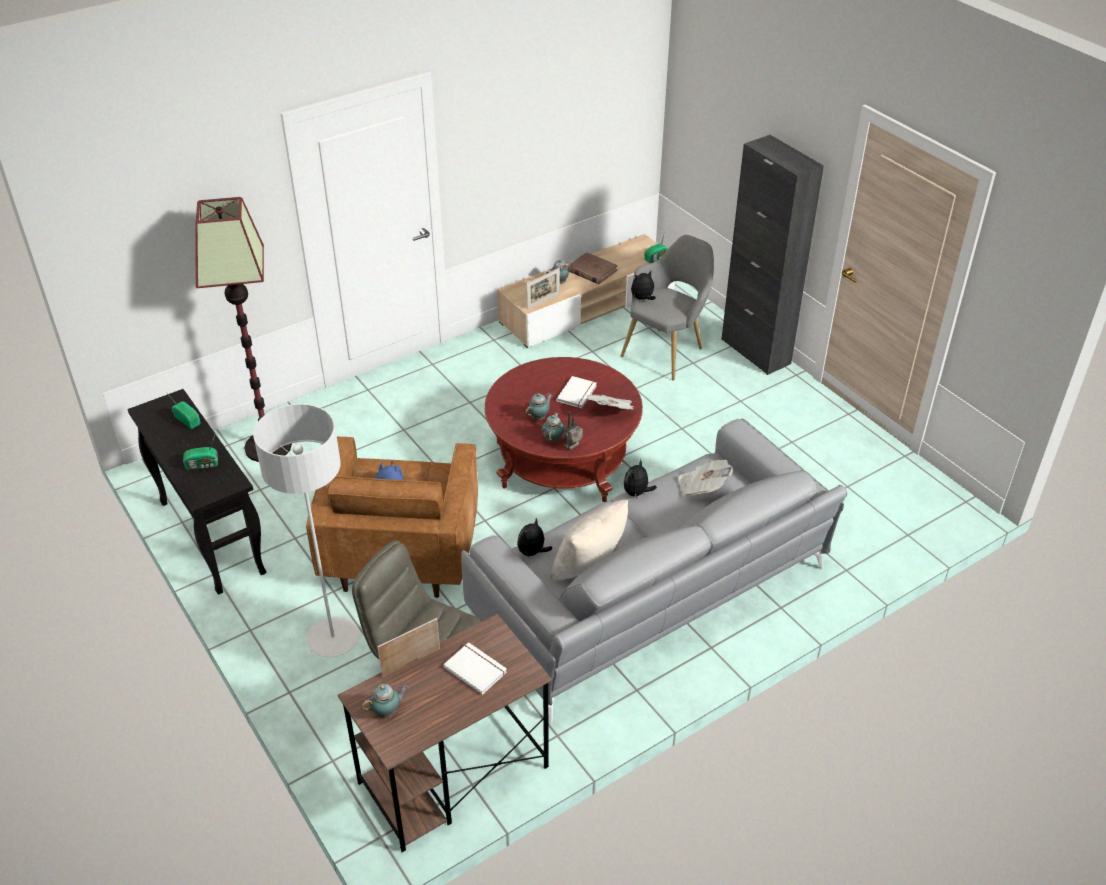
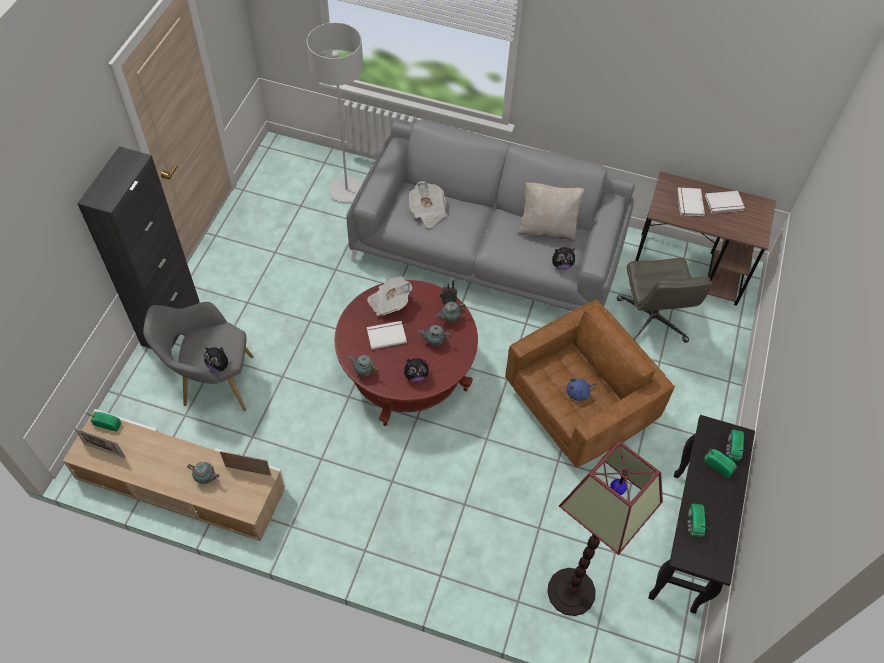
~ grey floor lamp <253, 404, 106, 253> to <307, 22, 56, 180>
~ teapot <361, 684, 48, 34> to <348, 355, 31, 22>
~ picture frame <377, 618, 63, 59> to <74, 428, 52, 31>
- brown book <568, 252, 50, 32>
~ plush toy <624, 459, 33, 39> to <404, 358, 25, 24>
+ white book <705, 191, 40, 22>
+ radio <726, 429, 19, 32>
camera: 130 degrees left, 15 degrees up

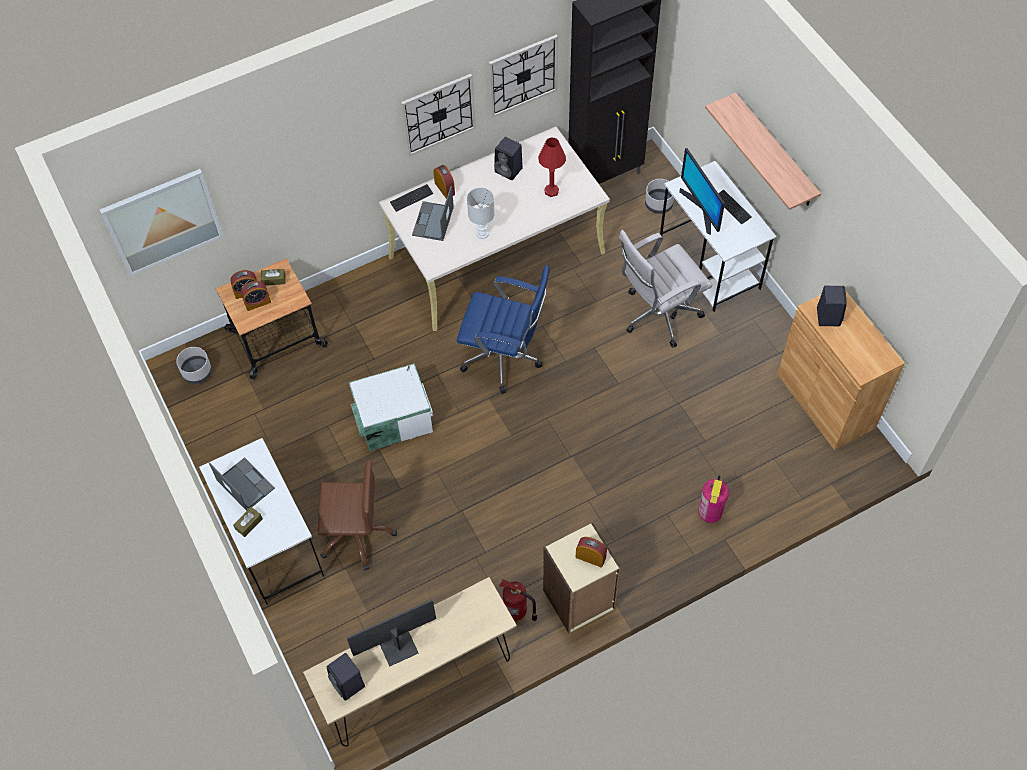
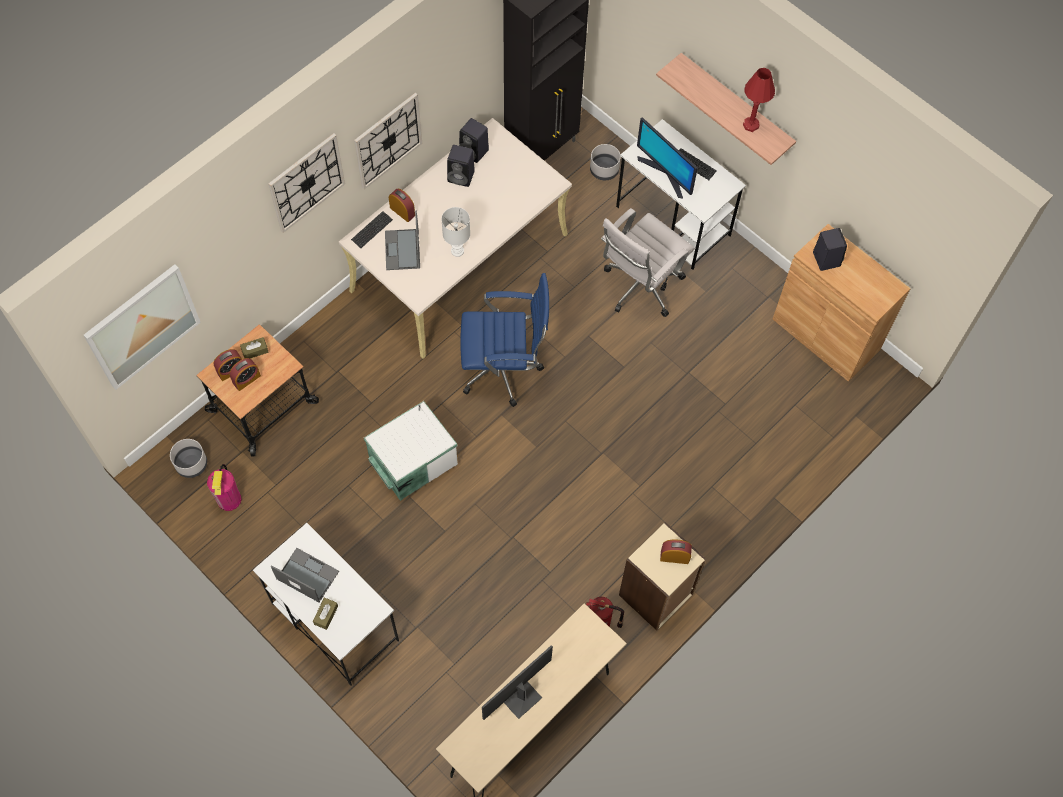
- brown office chair <318, 460, 79, 110>
~ black speaker <327, 653, 38, 48> to <459, 118, 30, 45>
~ wall clock <489, 35, 69, 83> to <268, 133, 77, 100>
~ red table lamp <538, 137, 28, 60> to <743, 68, 32, 64>
~ fire extinguisher <698, 475, 31, 48> to <207, 464, 35, 47>
camera: 20 degrees left, 5 degrees up

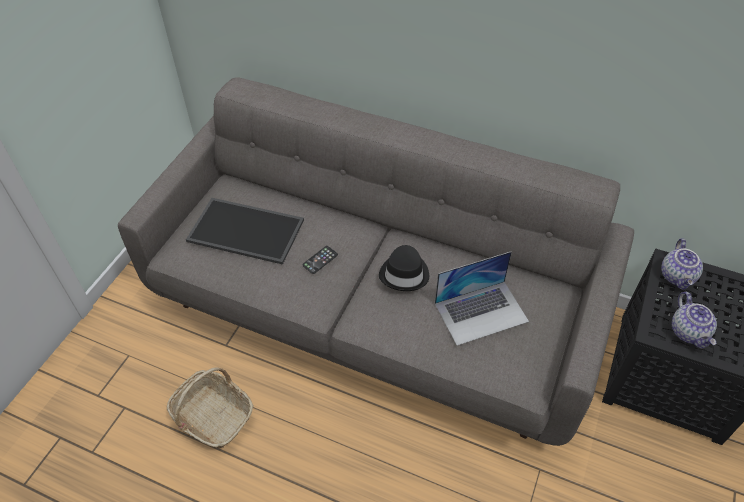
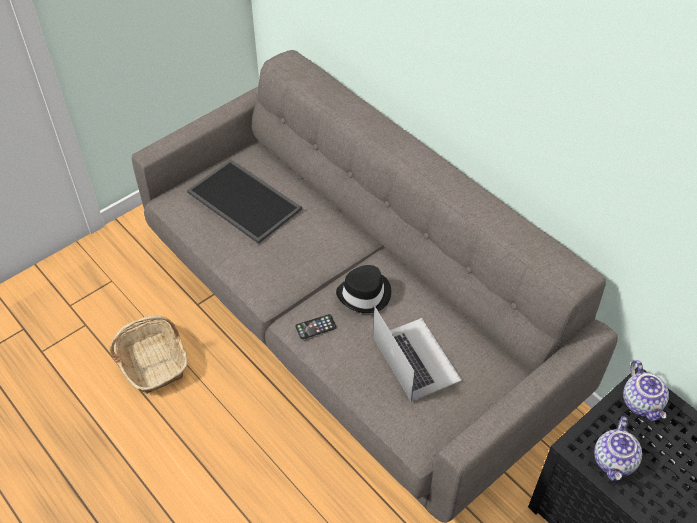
~ phone <302, 246, 36, 28> to <295, 314, 42, 25>
~ laptop <435, 251, 94, 95> = <373, 306, 89, 96> 120 degrees counterclockwise
~ teapot <661, 238, 42, 52> = <623, 360, 46, 61> 45 degrees counterclockwise
camera: 25 degrees right, 0 degrees up

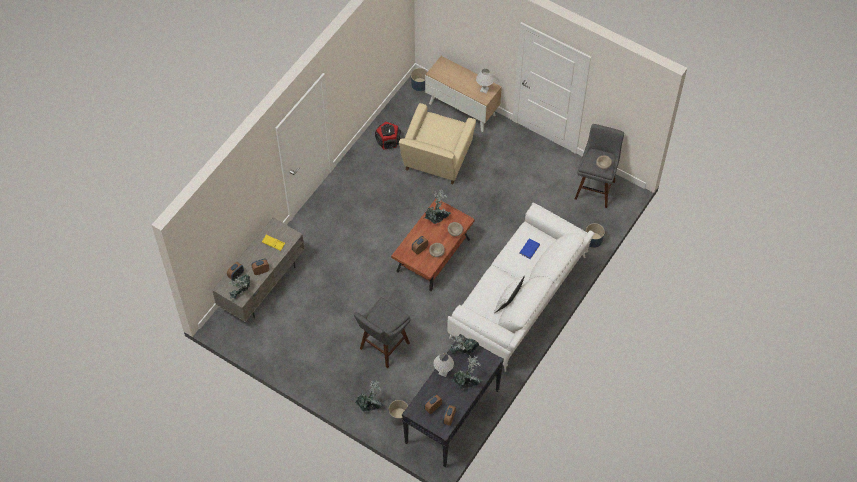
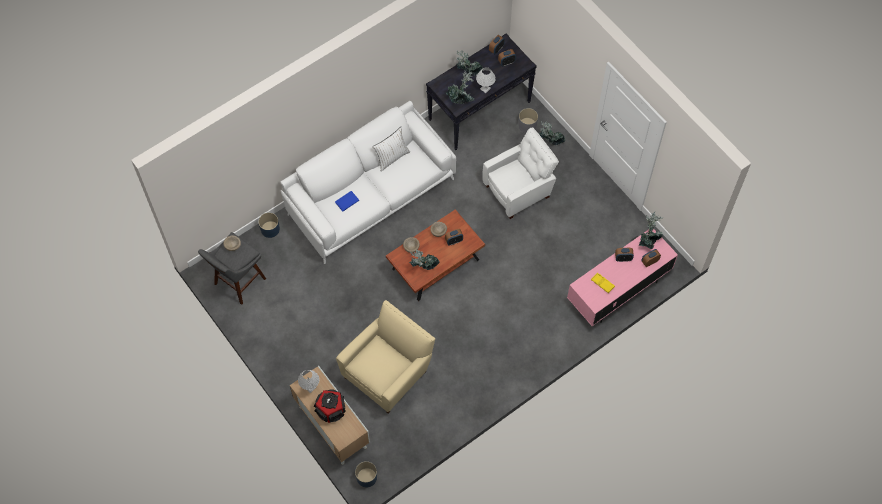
~ grey tv stand <212, 218, 93, 104> to pink tv stand <567, 229, 111, 97>
~ grey stool <354, 297, 57, 71> to white armchair <482, 127, 77, 92>
~ speaker <375, 121, 26, 29> to <314, 389, 32, 34>
camera: 160 degrees left, 5 degrees up

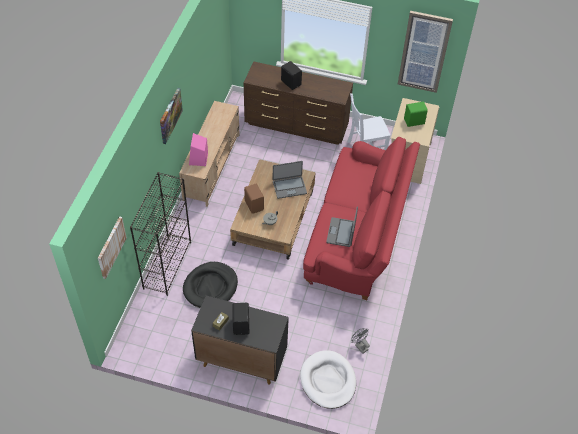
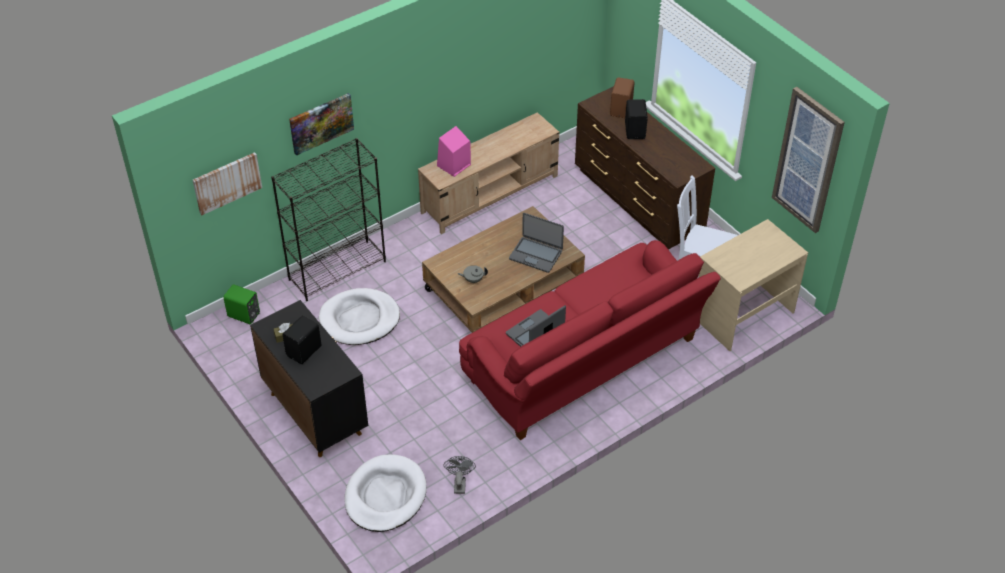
~ picture <160, 88, 23, 56> to <289, 93, 65, 63>
~ black dog bed <183, 262, 55, 46> to white dog bed <319, 288, 81, 57>
~ brown speaker <244, 184, 20, 30> to <610, 77, 25, 41>
~ green speaker <404, 102, 24, 25> to <224, 284, 36, 40>
camera: 40 degrees right, 5 degrees down

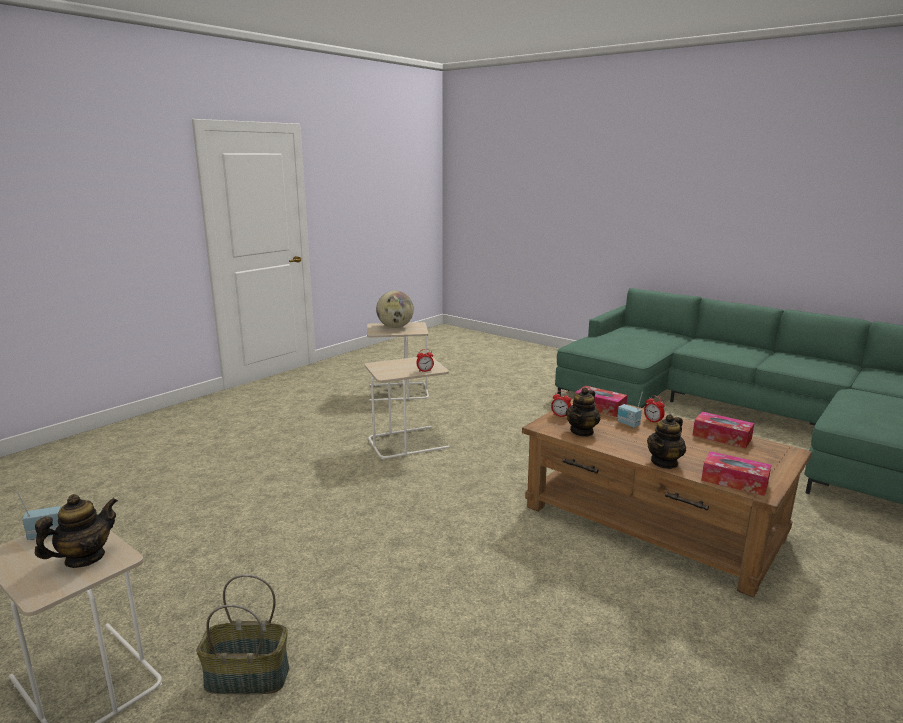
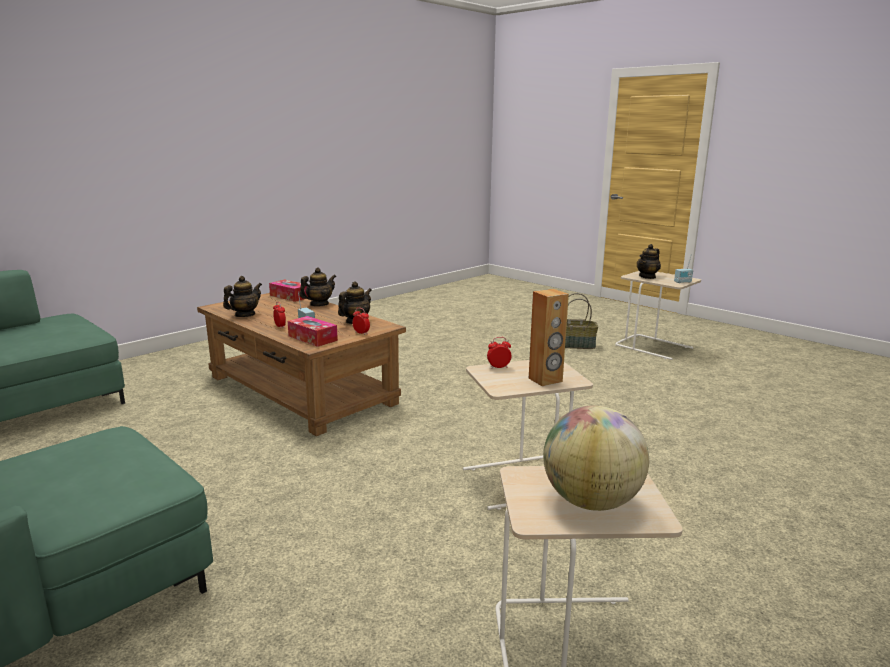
~ tissue box <693, 412, 61, 37> to teapot <223, 276, 39, 41>
+ brown speaker <529, 289, 40, 97>
camera: 175 degrees left, 0 degrees up

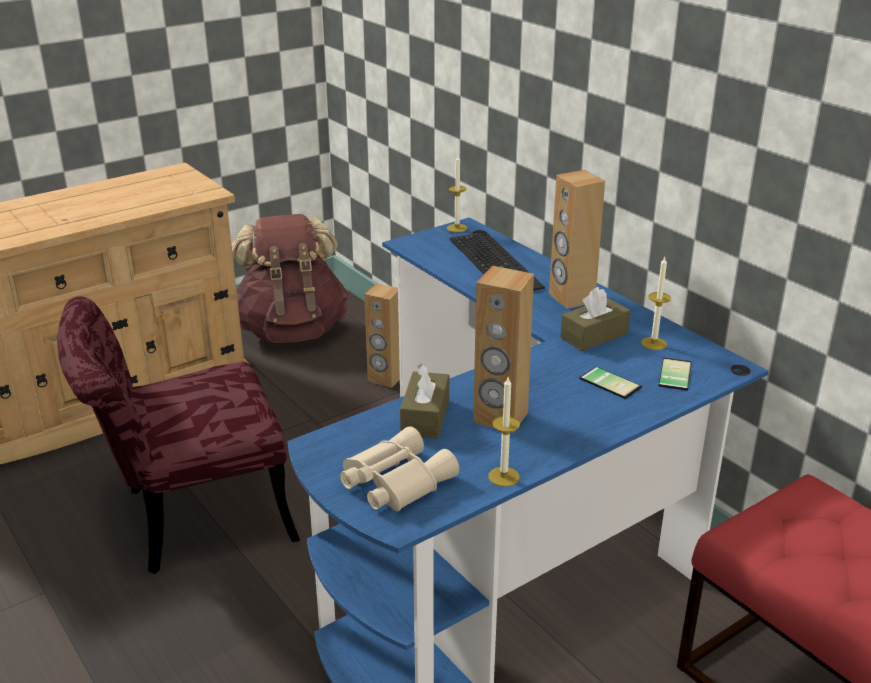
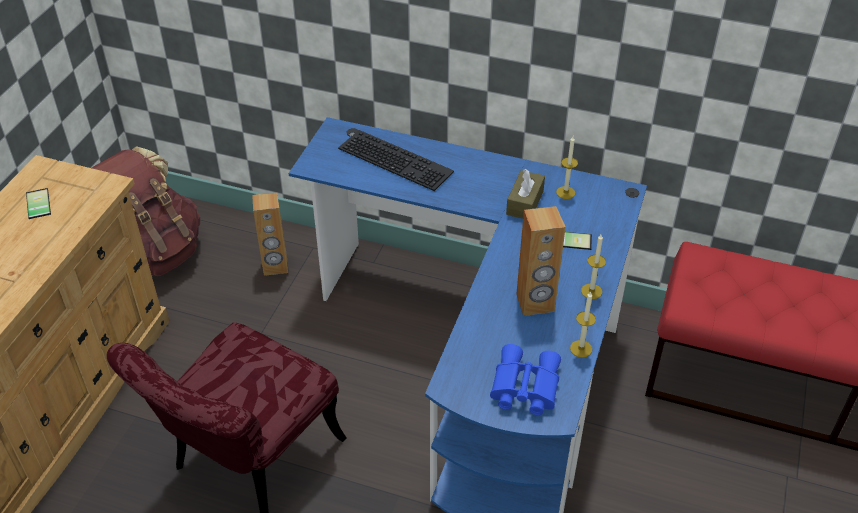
~ beige binoculars <340, 426, 119, 86> to blue binoculars <490, 344, 71, 71>
- brown tissue box <400, 364, 49, 75>
~ candle <447, 155, 20, 77> to <581, 235, 25, 64>
- brown speaker <549, 170, 56, 139>
~ phone <658, 358, 34, 33> to <26, 188, 25, 31>
camera: 35 degrees left, 15 degrees up

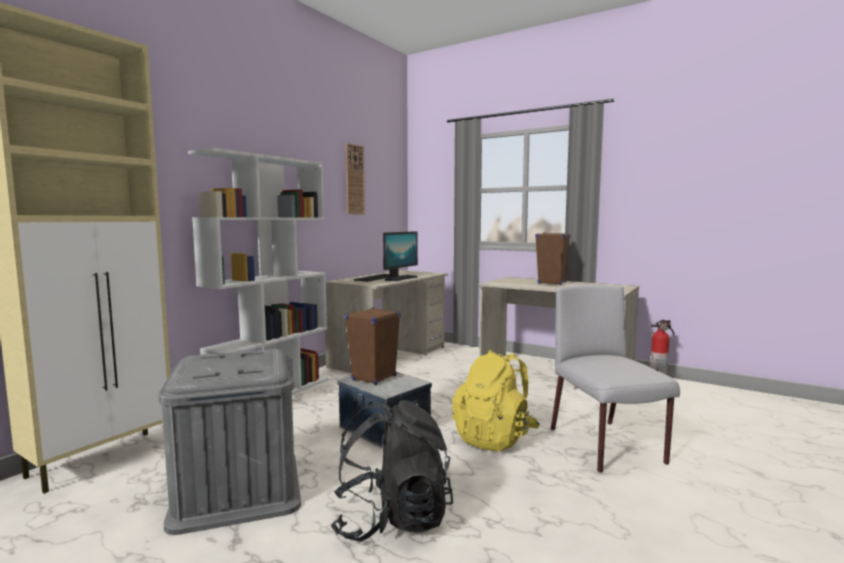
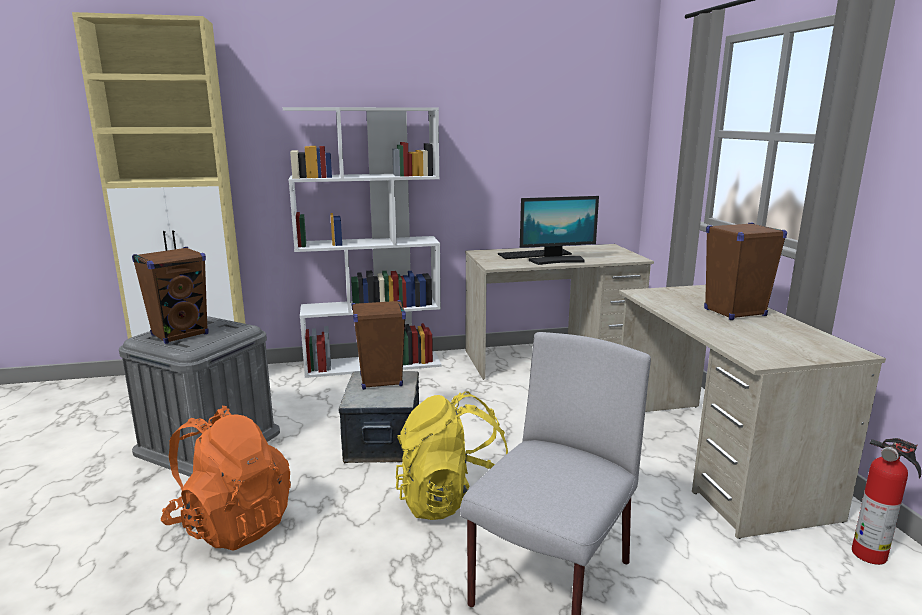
~ black backpack <331, 400, 122, 142> to orange backpack <161, 406, 130, 145>
- wall clock <346, 143, 19, 71>
+ brown speaker <132, 247, 77, 97>
camera: 45 degrees right, 10 degrees up

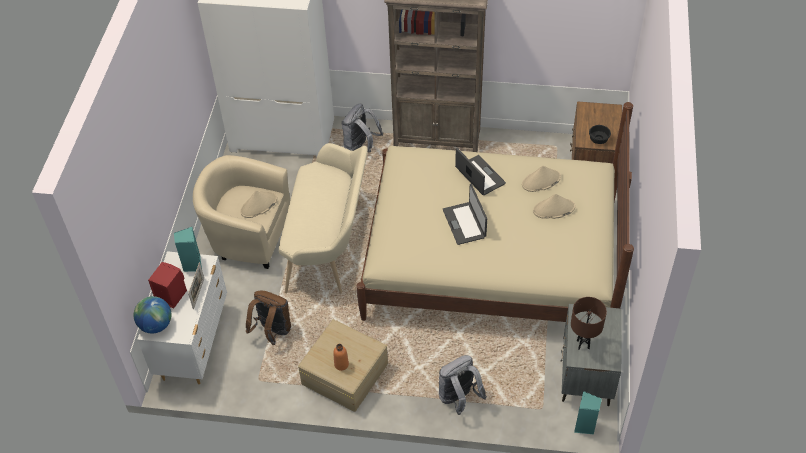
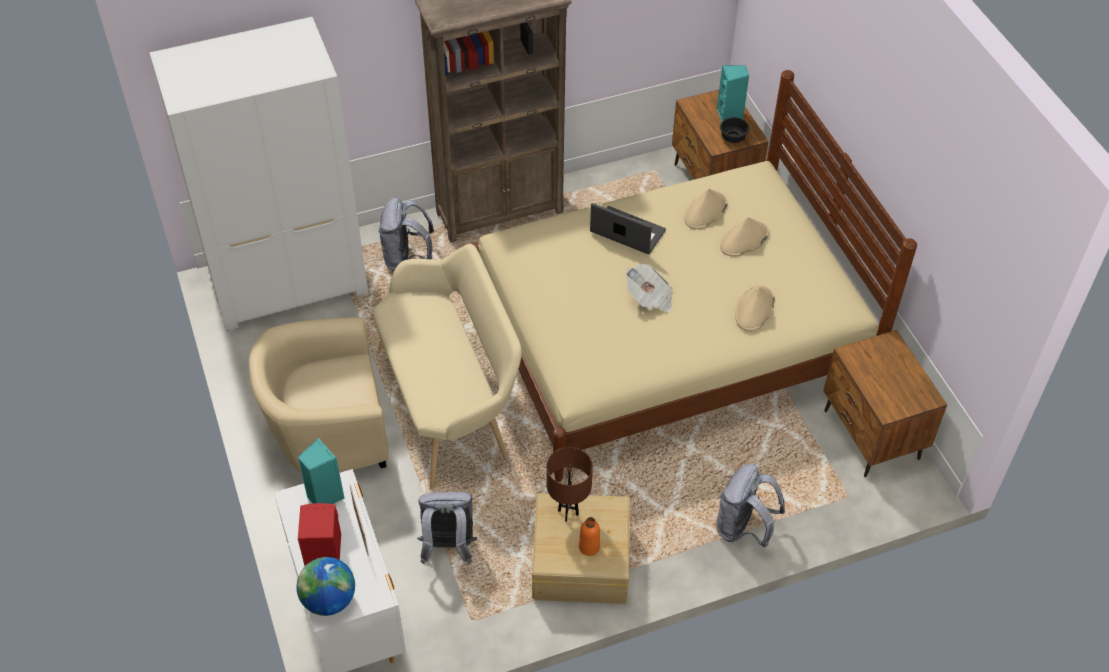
~ beige hat <240, 191, 37, 27> to <735, 285, 40, 46>
~ brown backpack <245, 291, 46, 54> to grey backpack <417, 492, 60, 72>
~ laptop <443, 184, 44, 61> to newspaper <626, 264, 47, 48>
~ grey nightstand <560, 304, 62, 102> to brown nightstand <823, 330, 124, 147>
~ brown table lamp <571, 297, 36, 53> to <547, 447, 46, 75>
~ turquoise speaker <574, 391, 28, 43> to <717, 65, 32, 56>
camera: 30 degrees left, 0 degrees up

